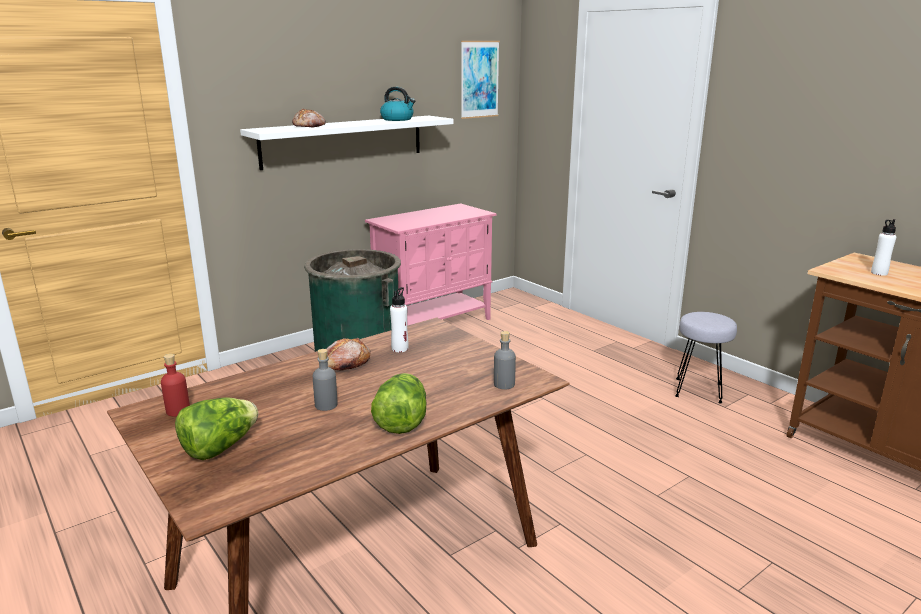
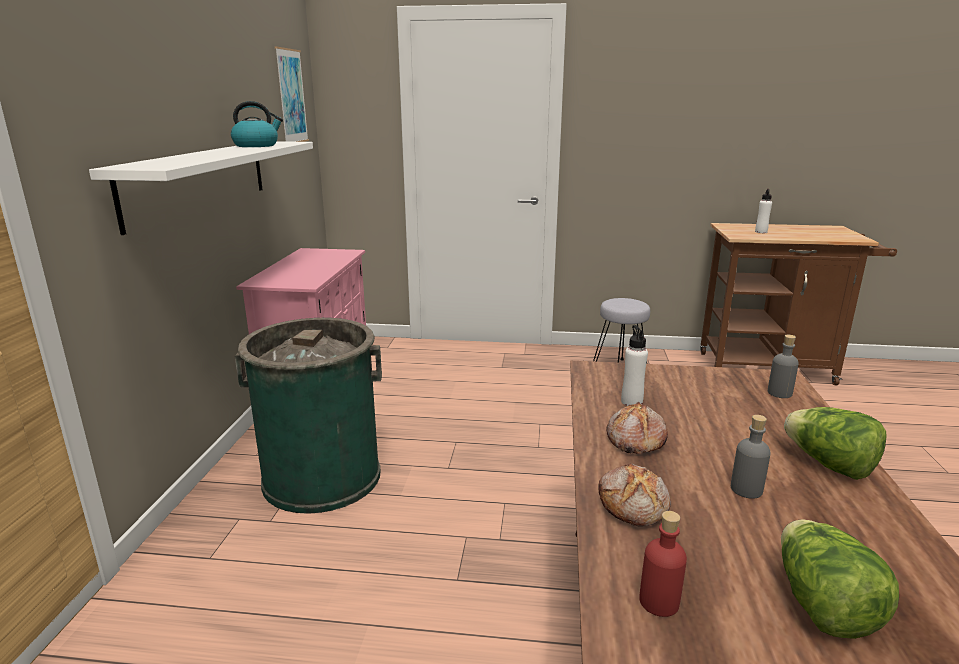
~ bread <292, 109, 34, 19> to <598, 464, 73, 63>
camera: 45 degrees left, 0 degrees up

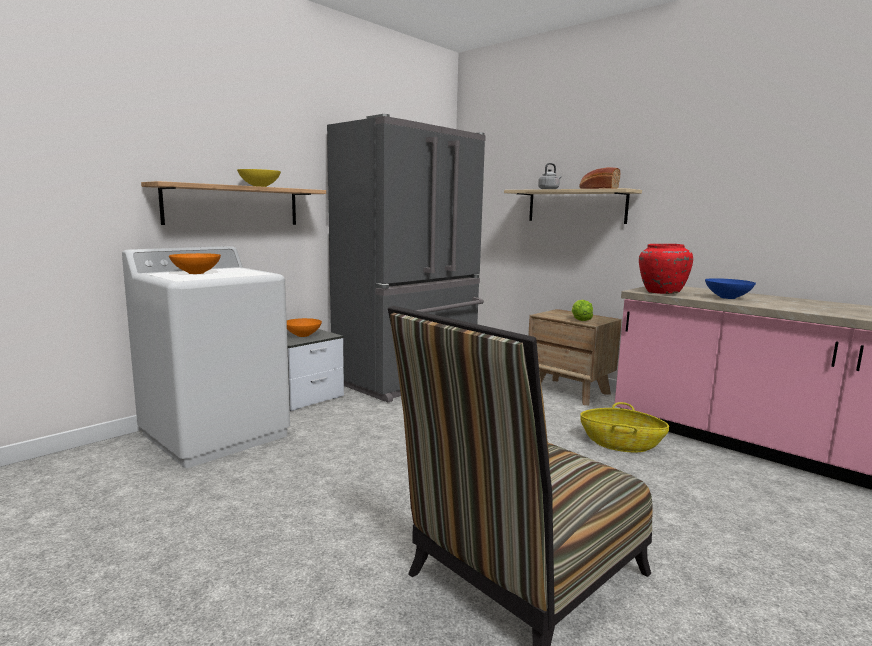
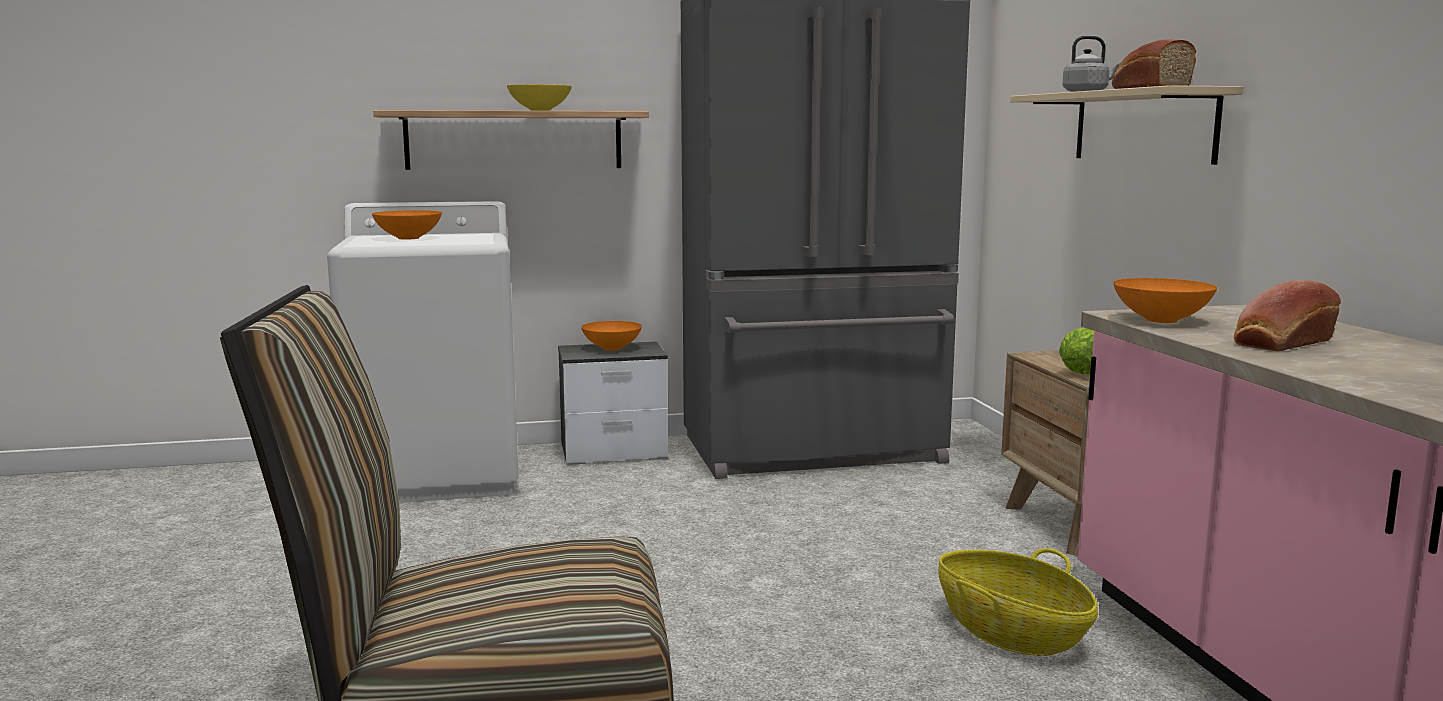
~ red vase <639, 244, 54, 50> to orange bowl <1113, 278, 104, 45>
~ blue bowl <705, 278, 51, 21> to bread <1234, 280, 107, 71>
camera: 35 degrees right, 0 degrees up

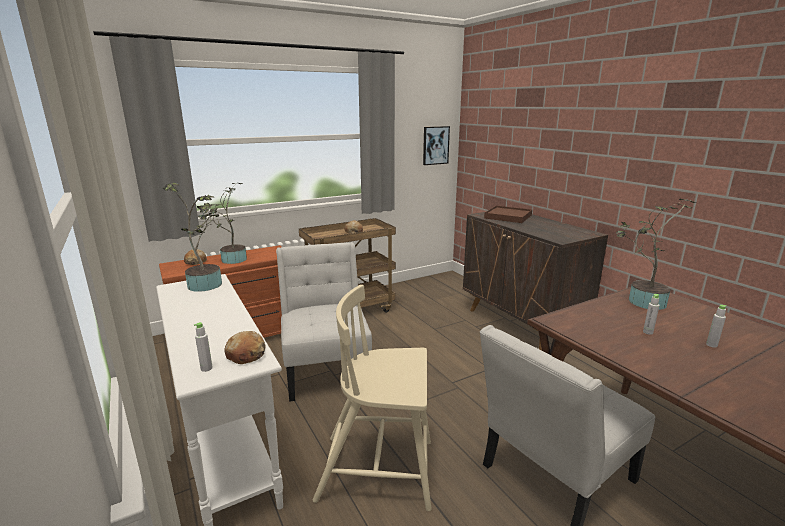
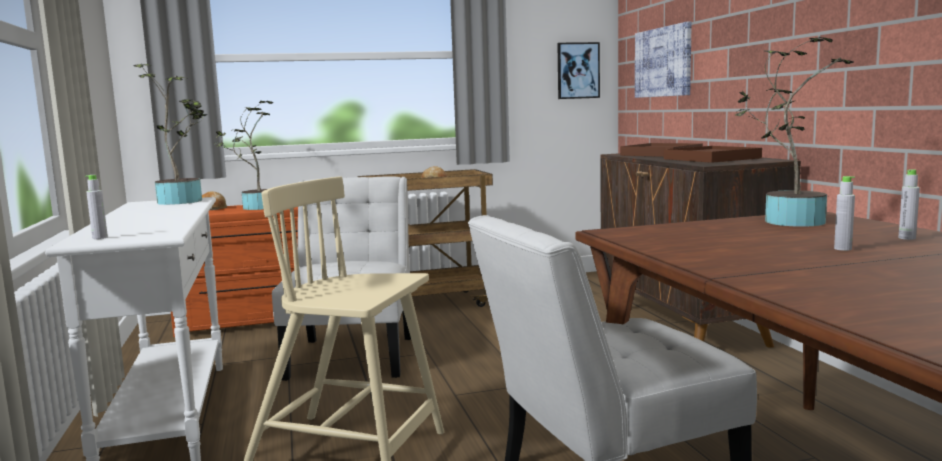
- bread <224, 331, 42, 33>
~ grey bottle <643, 294, 17, 41> to <898, 169, 22, 71>
+ picture <635, 21, 57, 77>
+ brown tray <664, 146, 98, 17>
camera: 15 degrees right, 10 degrees down

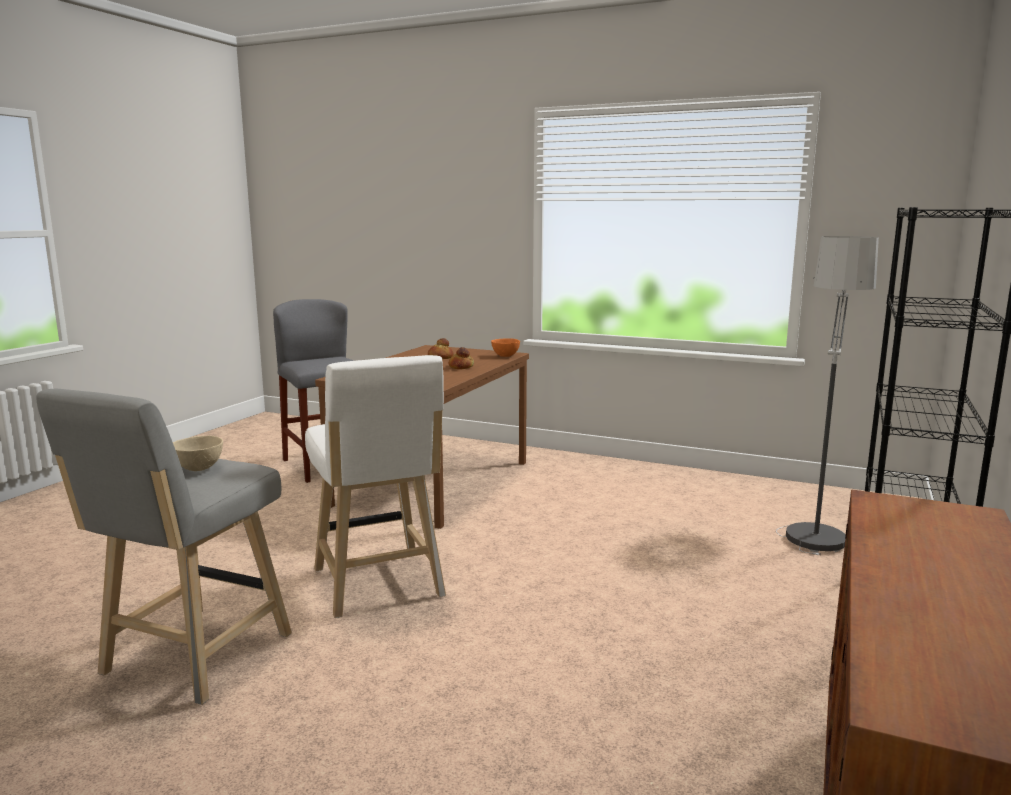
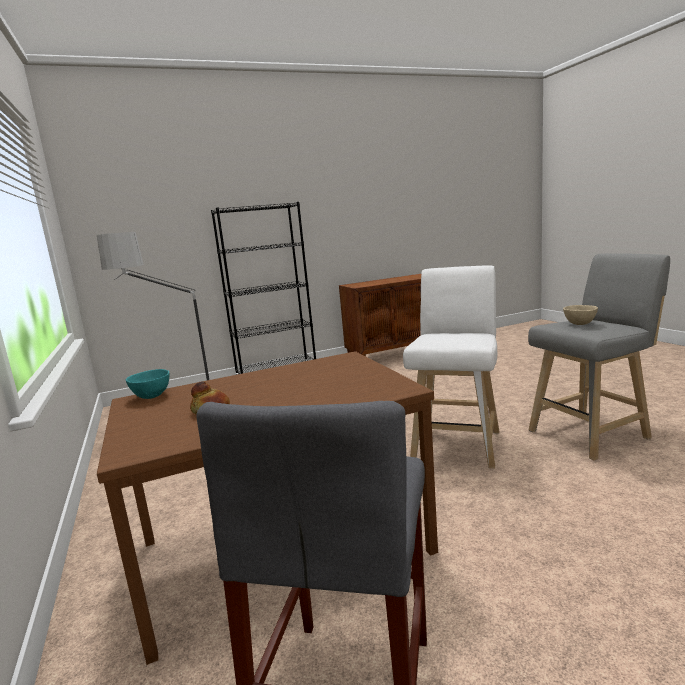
- bread <448, 347, 26, 22>
~ orange bowl <491, 338, 29, 19> to turquoise bowl <126, 369, 44, 30>
camera: 135 degrees left, 0 degrees up

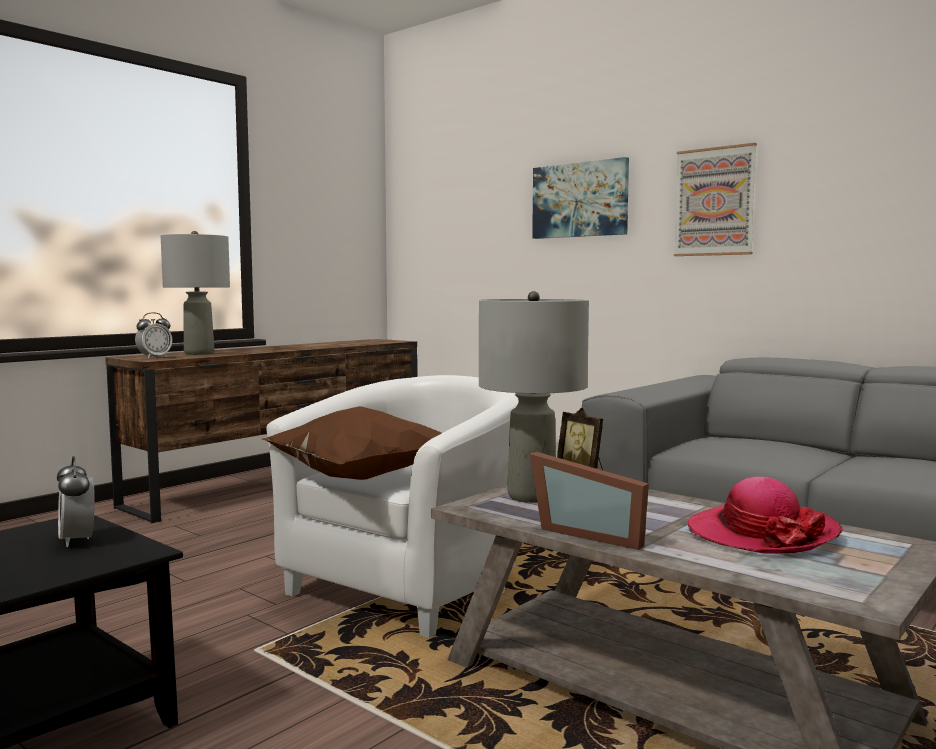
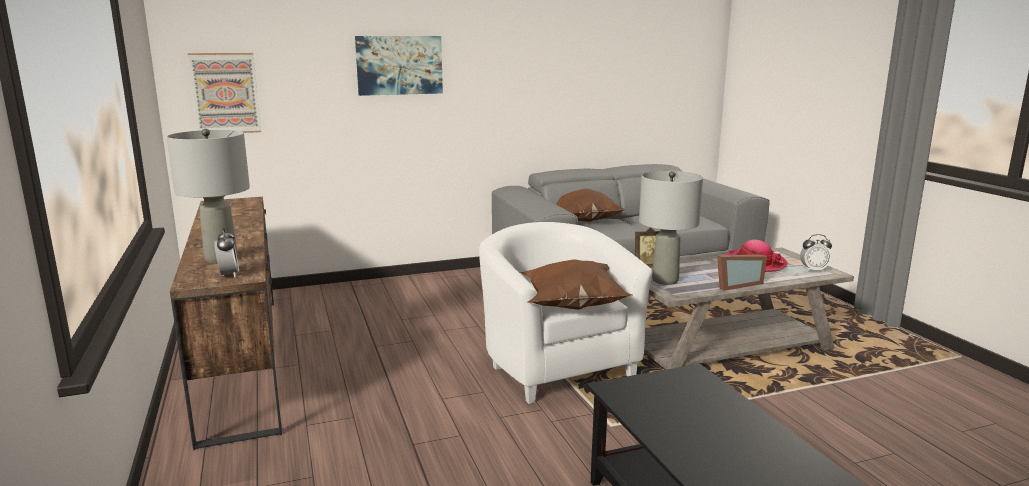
~ alarm clock <57, 456, 38, 91> to <800, 234, 32, 38>
~ picture <674, 143, 83, 113> to <188, 53, 73, 80>
+ brown pillow <556, 188, 71, 34>
camera: 60 degrees left, 10 degrees up

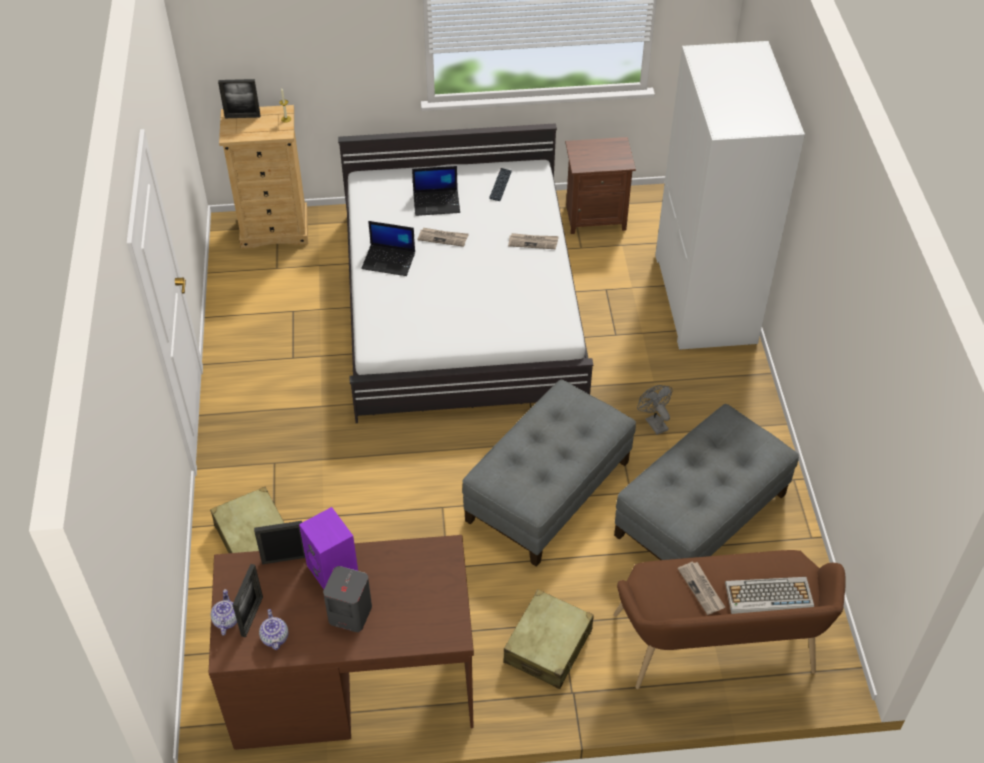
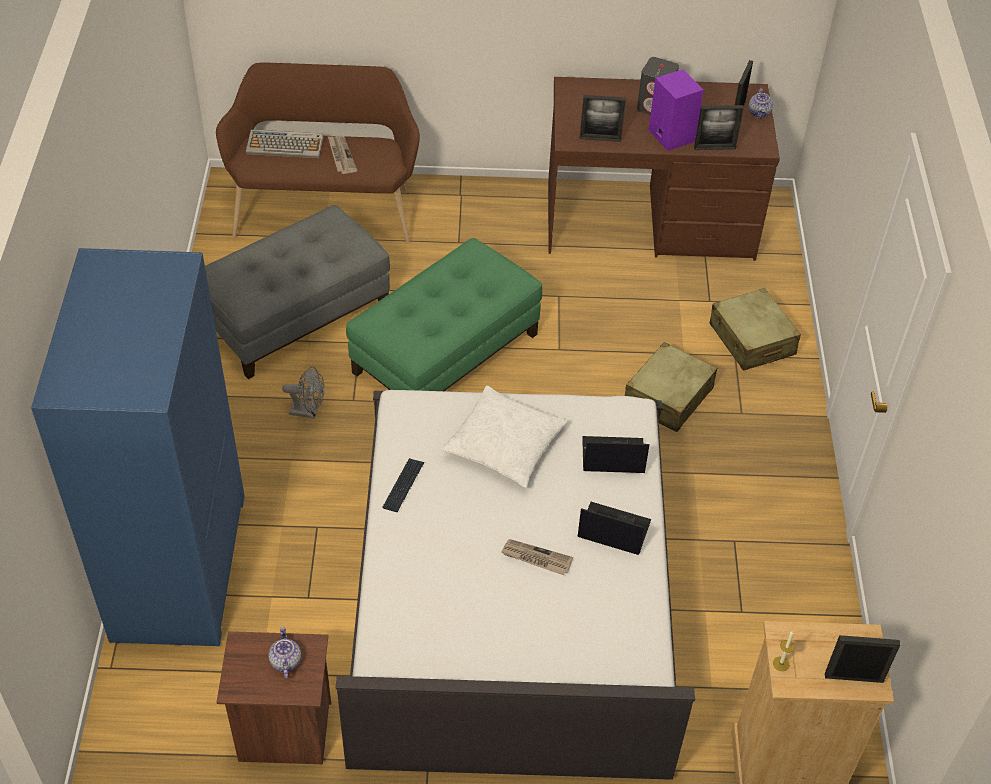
~ teapot <259, 609, 30, 41> to <268, 626, 33, 53>
~ laptop <412, 166, 48, 50> to <582, 436, 68, 37>
~ grey ottoman <462, 380, 174, 187> to green ottoman <346, 238, 196, 153>
~ keyboard <489, 168, 23, 33> to <383, 458, 41, 54>
~ beige suitcase <503, 589, 91, 100> to <625, 342, 92, 90>
- newspaper <508, 233, 51, 16>
~ grey fan <637, 385, 36, 50> = <282, 366, 43, 53> 60 degrees counterclockwise
~ white wardrobe <655, 41, 150, 309> to blue wardrobe <31, 248, 214, 398>
+ white pillow <441, 385, 127, 103>
+ picture frame <580, 95, 46, 47>
camera: 175 degrees left, 0 degrees up

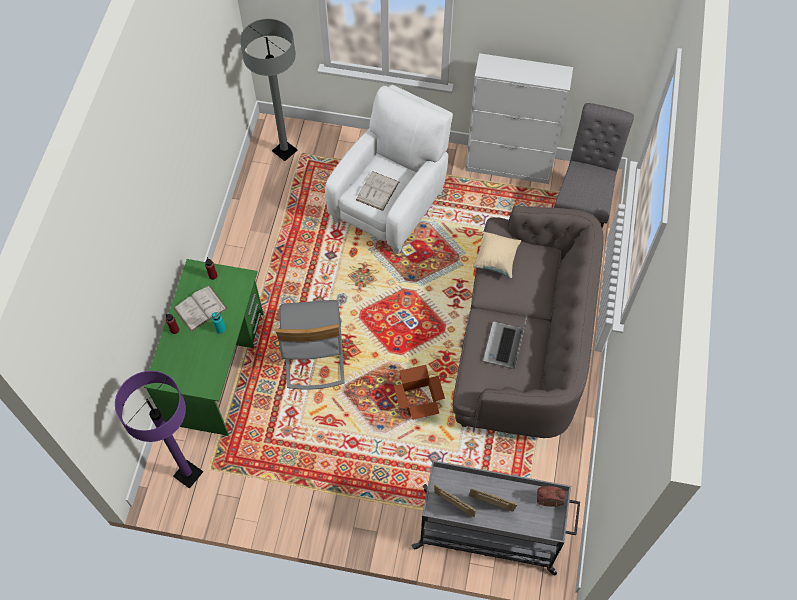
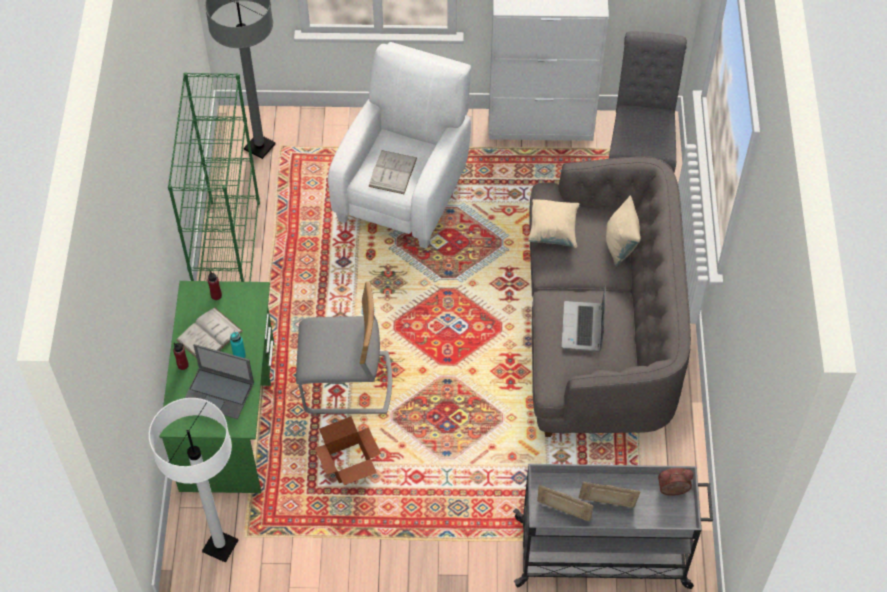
~ purple floor lamp <115, 371, 88, 118> to white floor lamp <149, 398, 90, 165>
~ grey chair <276, 300, 69, 90> = <296, 282, 96, 132> 75 degrees counterclockwise
~ cardboard box <394, 365, 51, 55> to <315, 417, 66, 68>
+ green bookcase <168, 72, 92, 210>
+ laptop <185, 344, 69, 75>
+ beige pillow <606, 195, 35, 71>
camera: 10 degrees left, 5 degrees down

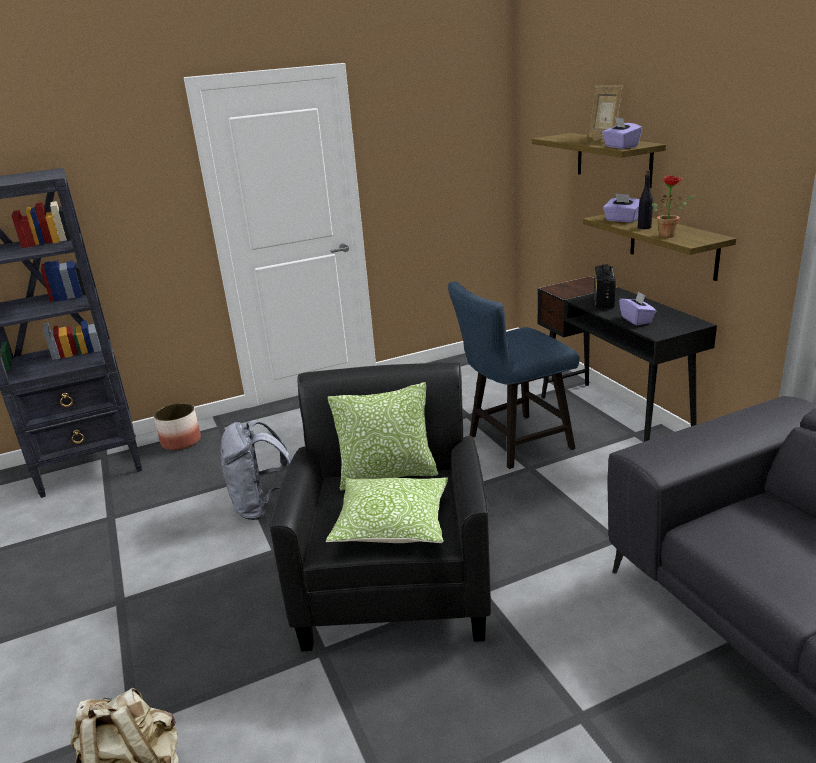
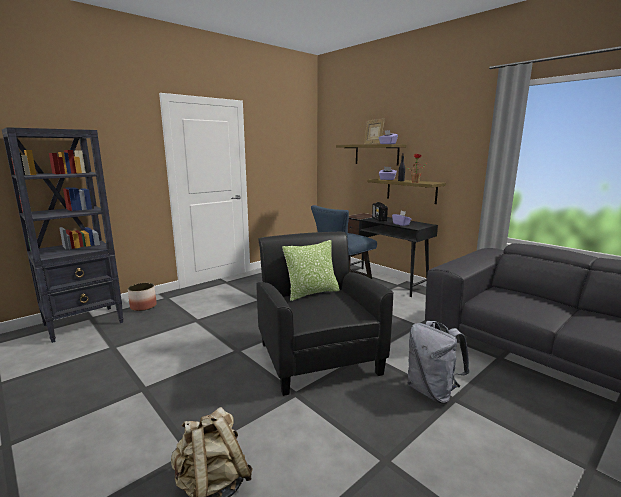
~ grey backpack <220, 420, 72, 100> to <407, 321, 63, 83>
- pillow <326, 477, 122, 66>
camera: 20 degrees left, 10 degrees down

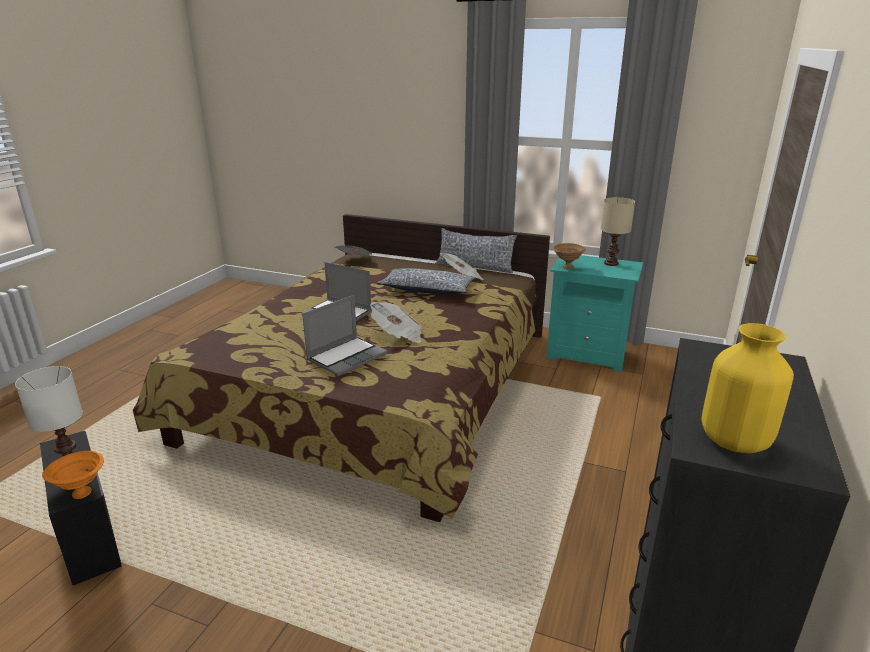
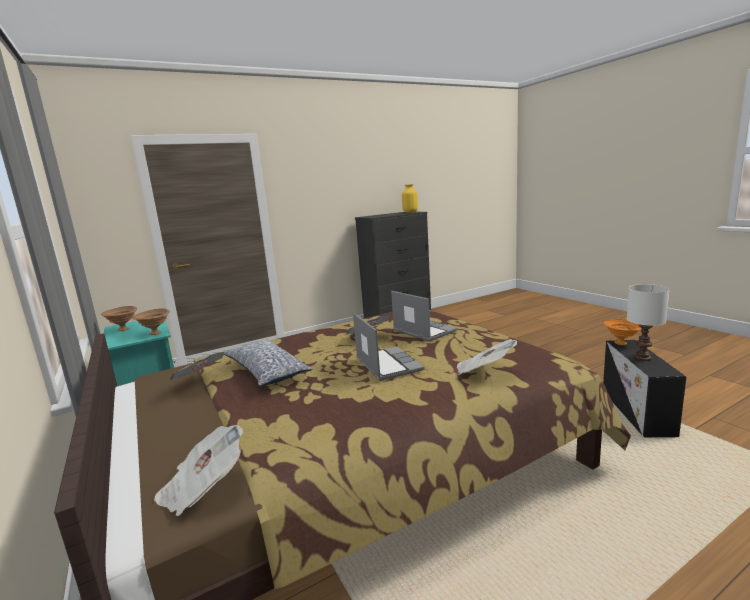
~ laptop <302, 295, 85, 81> = <391, 291, 67, 50> 60 degrees clockwise
- pillow <435, 228, 82, 45>
~ beige table lamp <600, 197, 35, 69> to brown bowl <101, 306, 36, 25>
+ newspaper <457, 339, 60, 36>
camera: 140 degrees left, 10 degrees down

